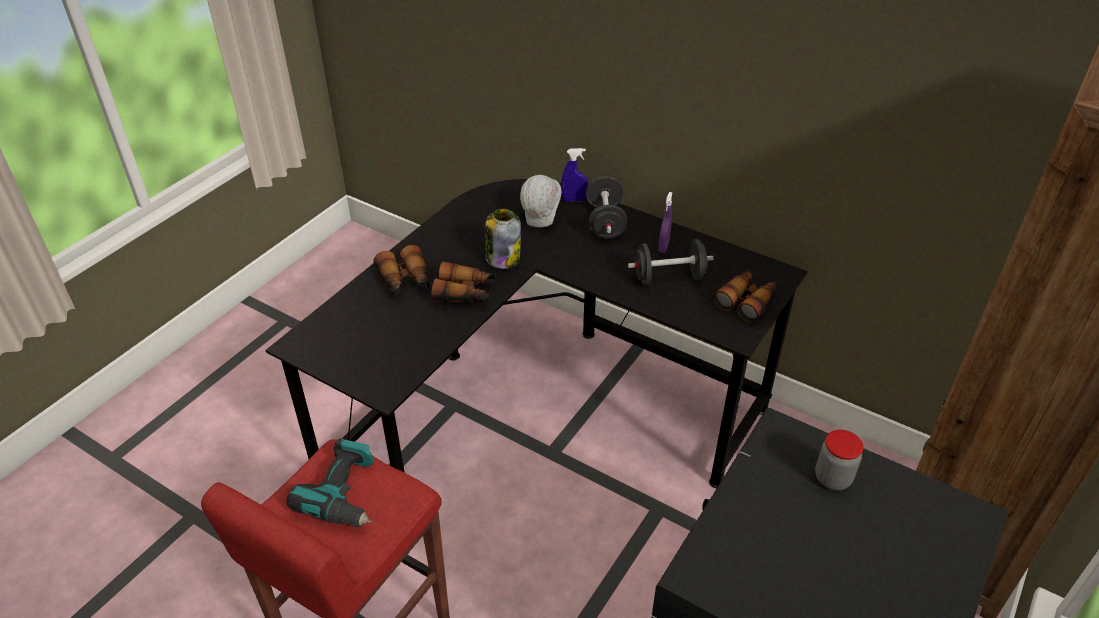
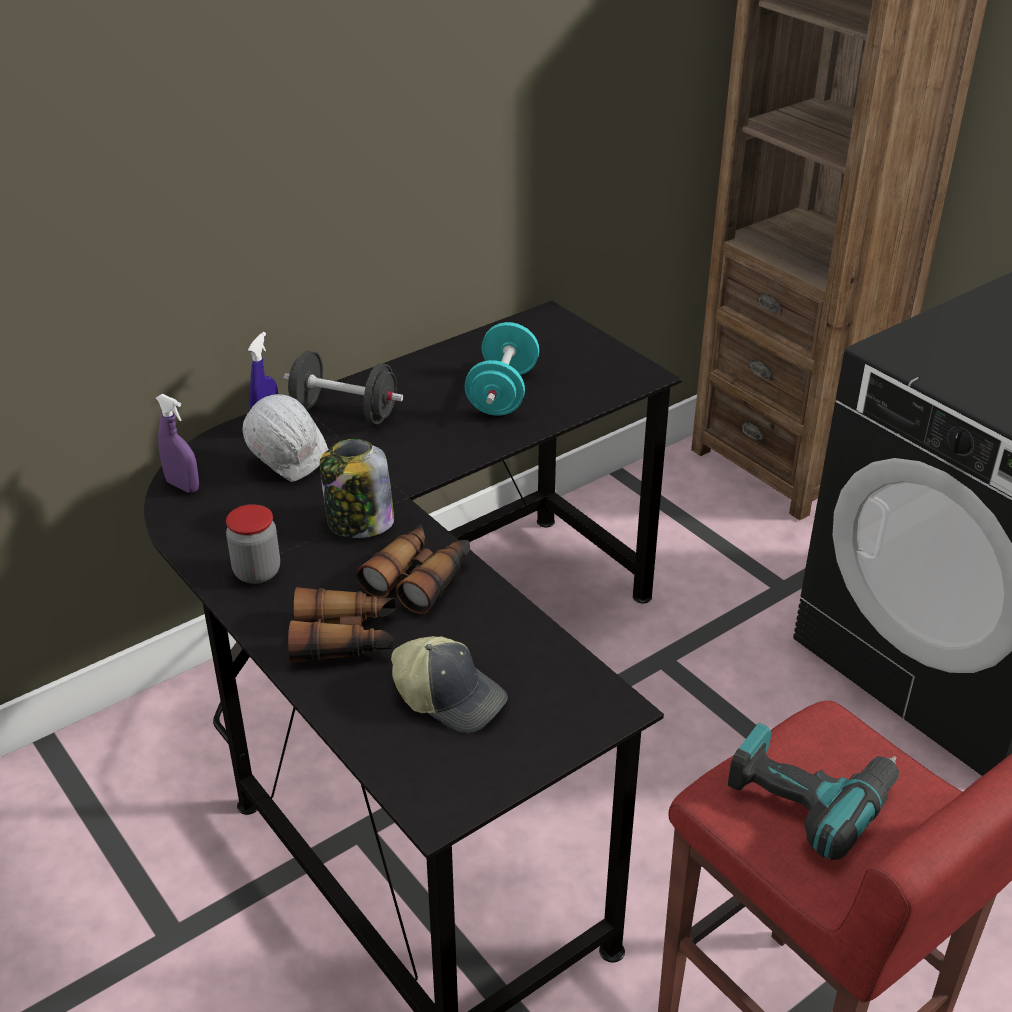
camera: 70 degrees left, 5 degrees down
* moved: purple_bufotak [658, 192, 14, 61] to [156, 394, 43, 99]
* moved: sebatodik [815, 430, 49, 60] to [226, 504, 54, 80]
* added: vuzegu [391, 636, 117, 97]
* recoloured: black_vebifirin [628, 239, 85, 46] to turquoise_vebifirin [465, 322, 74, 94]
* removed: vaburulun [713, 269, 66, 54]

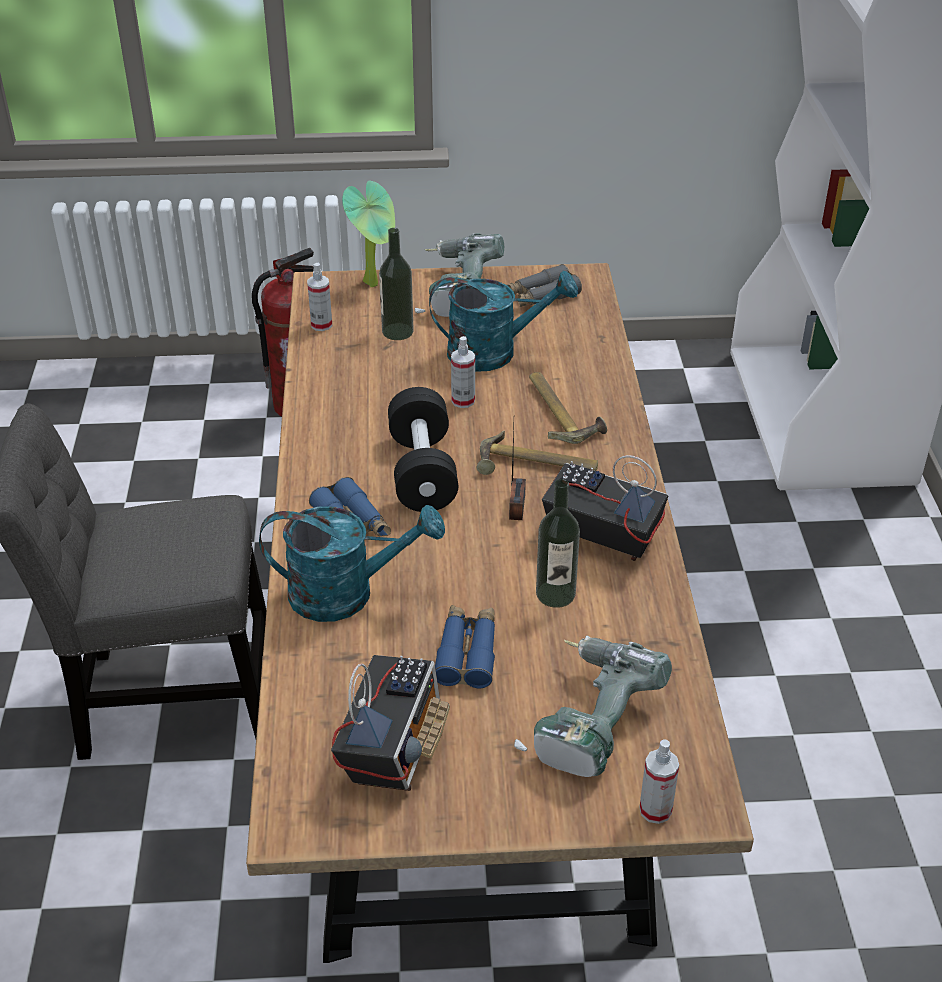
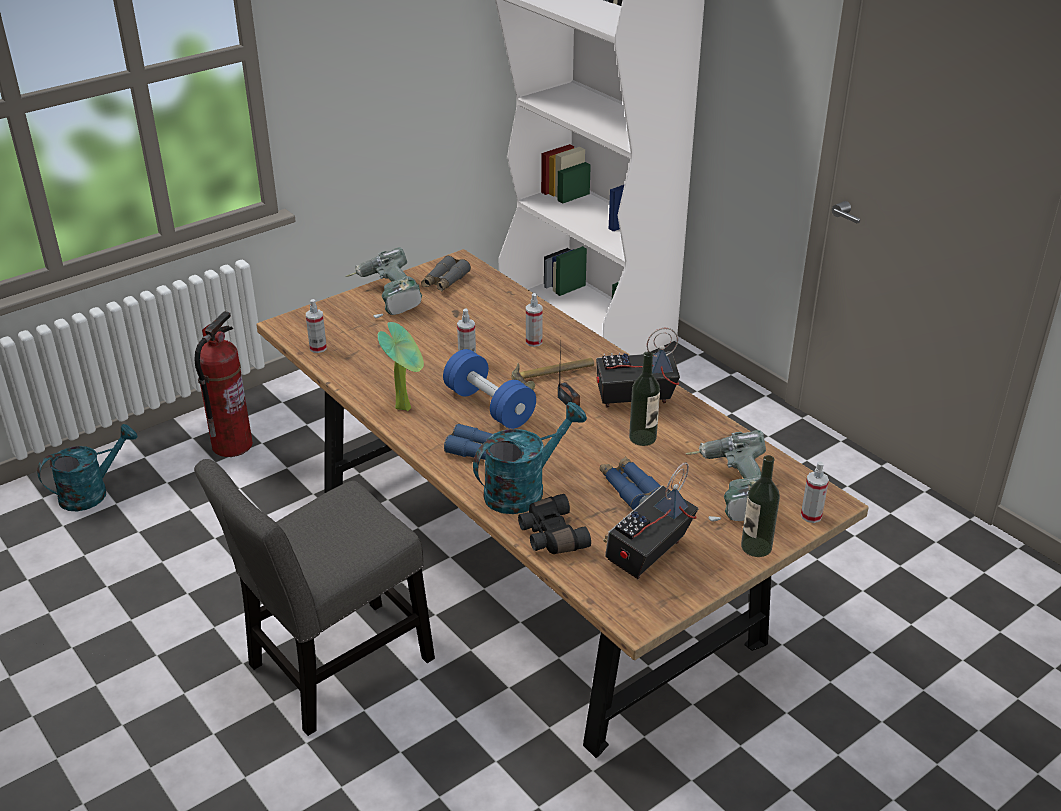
camera: 35 degrees left, 5 degrees down
* moved: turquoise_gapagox [429, 271, 149, 101] to [37, 424, 101, 87]
* moved: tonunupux [342, 181, 53, 106] to [378, 322, 46, 89]
* recoloured: black_vebifirin [388, 387, 70, 125] to blue_vebifirin [443, 349, 93, 80]
* added: black_vaburulun [518, 494, 73, 60]
* replaced: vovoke [529, 372, 78, 72] to bufotak [526, 293, 17, 54]
* turned: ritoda [331, 655, 119, 136] = [603, 463, 95, 116] 120 degrees counterclockwise
* moved: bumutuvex [379, 228, 35, 112] to [741, 455, 39, 102]

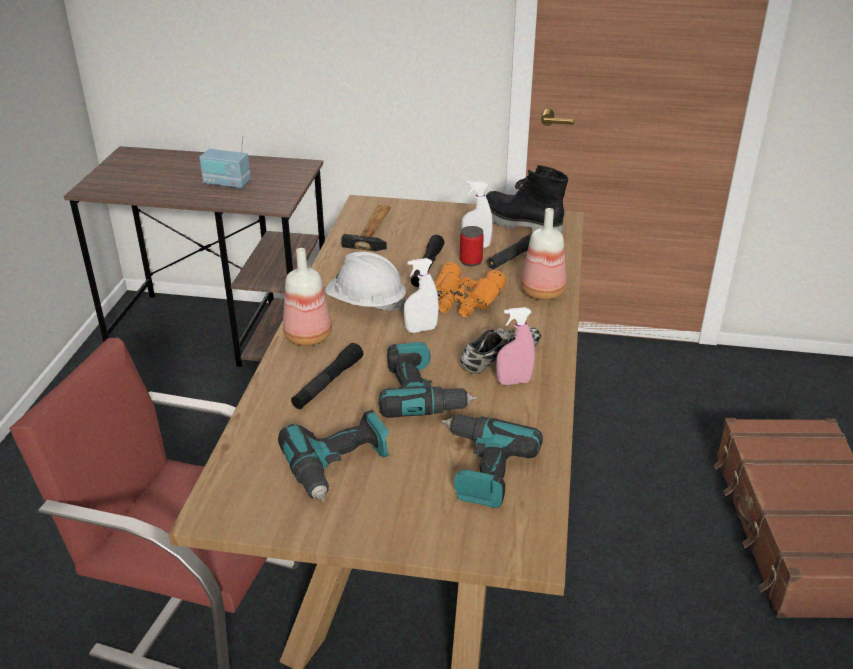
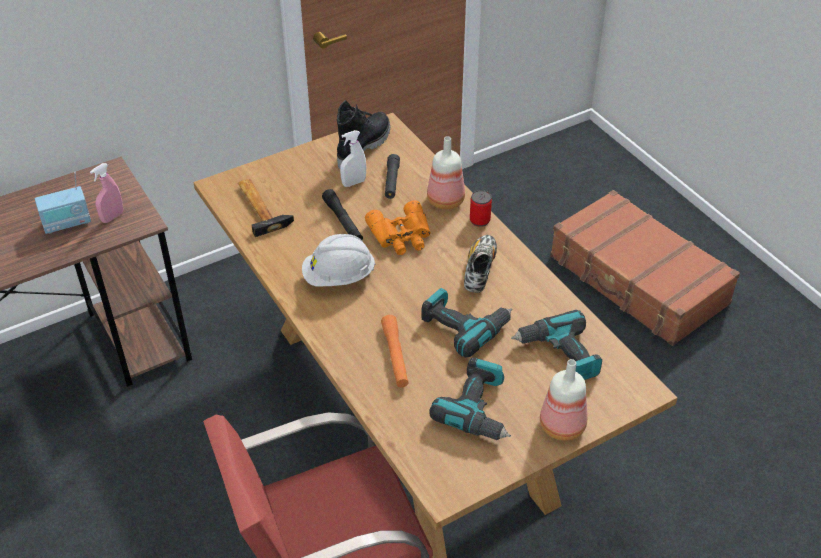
camera: 40 degrees left, 10 degrees up
* moved: pink_bufotak [496, 307, 39, 78] to [90, 163, 33, 60]
* turned: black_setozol [486, 165, 82, 68] = [337, 100, 53, 69] 120 degrees clockwise
* recoloured: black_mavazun [291, 343, 73, 66] to orange_mavazun [381, 315, 28, 72]
* moved: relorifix [460, 226, 24, 40] to [470, 190, 22, 37]
* moved: bumutuvex [283, 248, 49, 98] to [540, 359, 47, 82]
* removed: white_bufotak [404, 258, 35, 75]

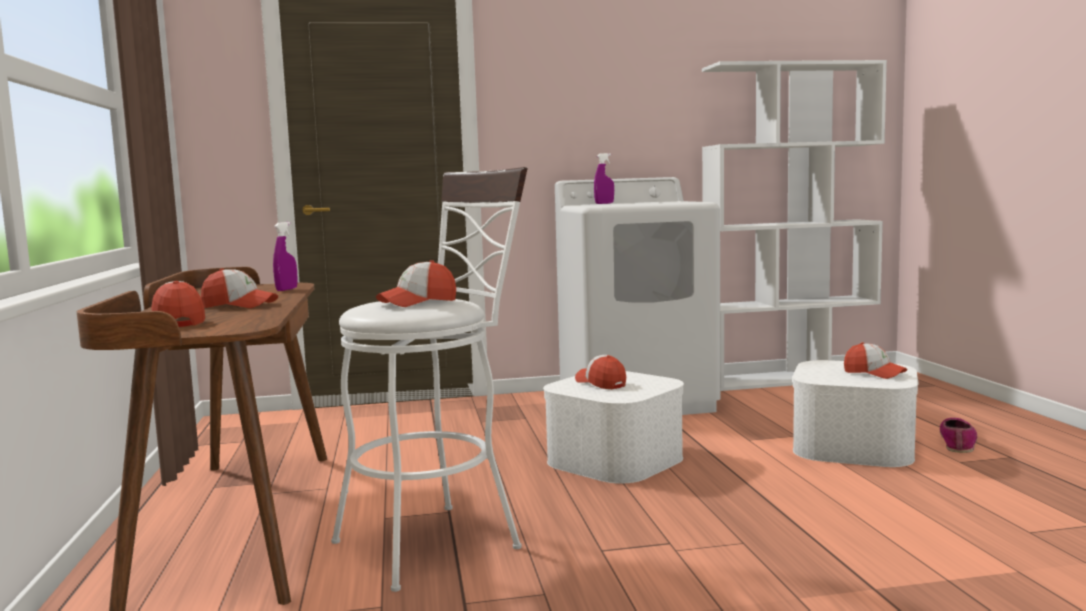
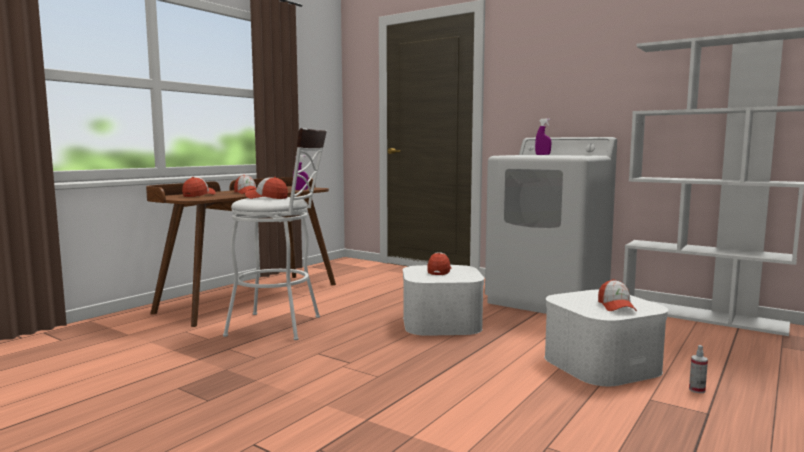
camera: 45 degrees right, 0 degrees up
* replaced: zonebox [940, 418, 37, 35] to bufotak [689, 345, 19, 48]

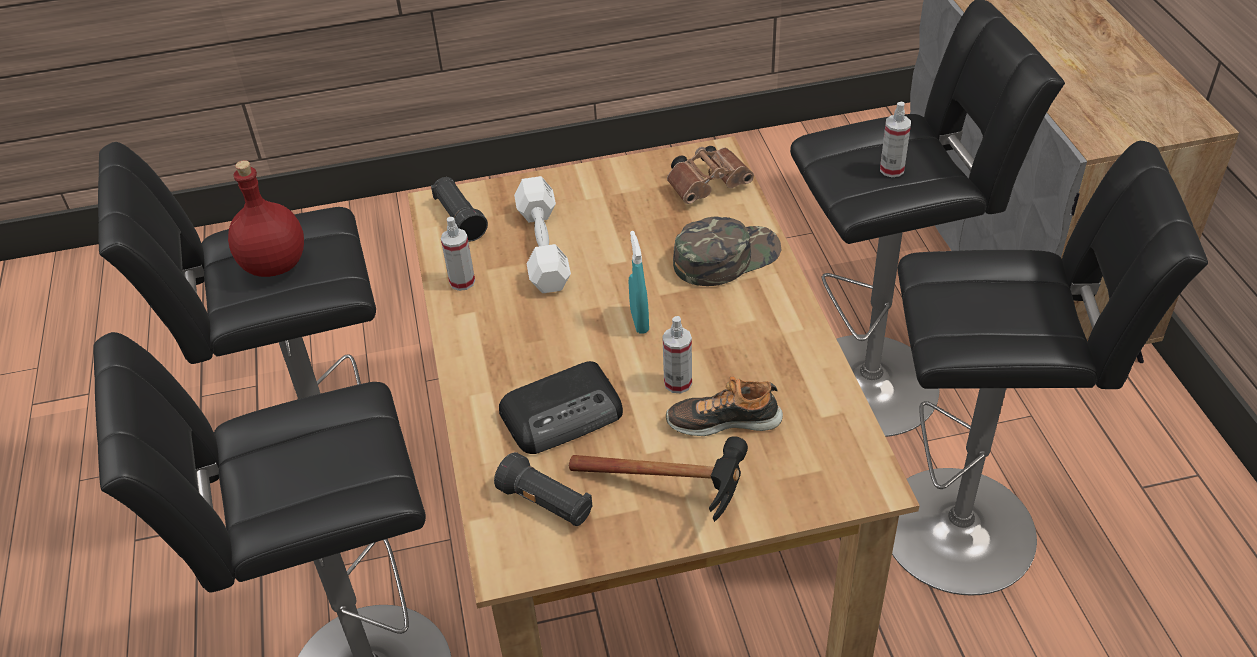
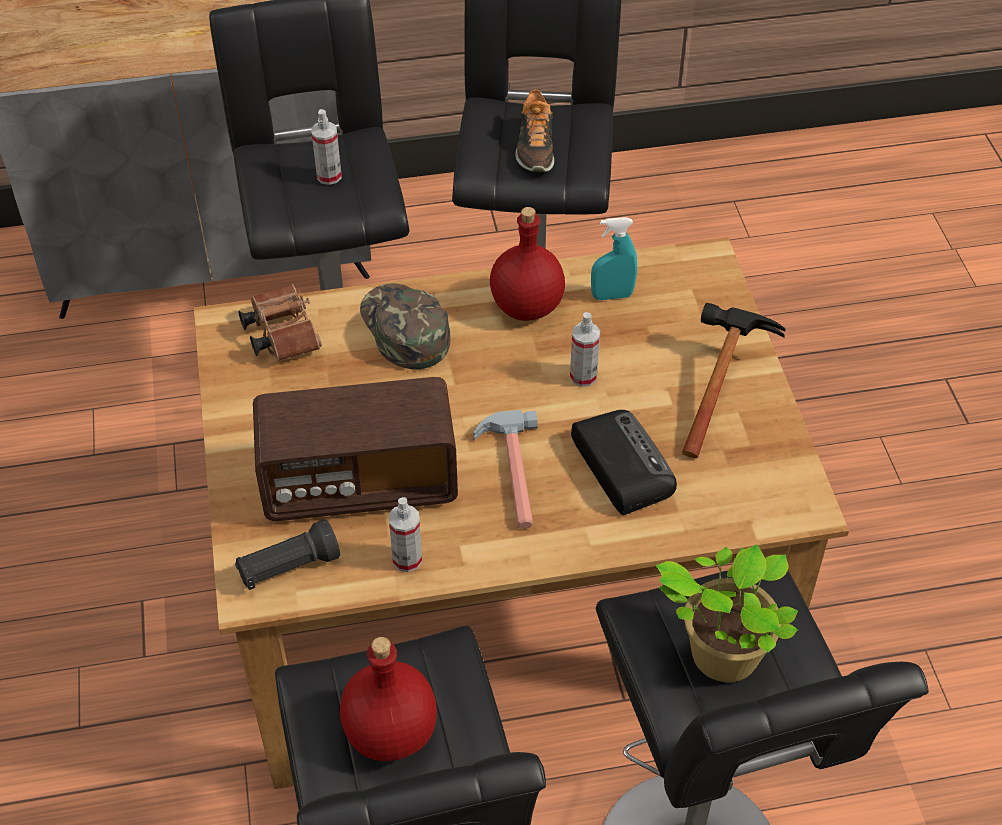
camera: 90 degrees left, 5 degrees up
* replaced: white_vebifirin [514, 176, 57, 117] to ritoda [253, 377, 205, 144]
* added: vovoke [473, 410, 65, 119]
* added: red_bumutuvex [490, 207, 75, 114]
* moved: zonebox [666, 377, 117, 59] to [515, 88, 39, 84]
* moved: turquoise_bufotak [629, 231, 20, 103] to [591, 217, 46, 83]
* added: tonunupux [656, 544, 142, 138]
* removed: black_mavazun [494, 452, 99, 74]

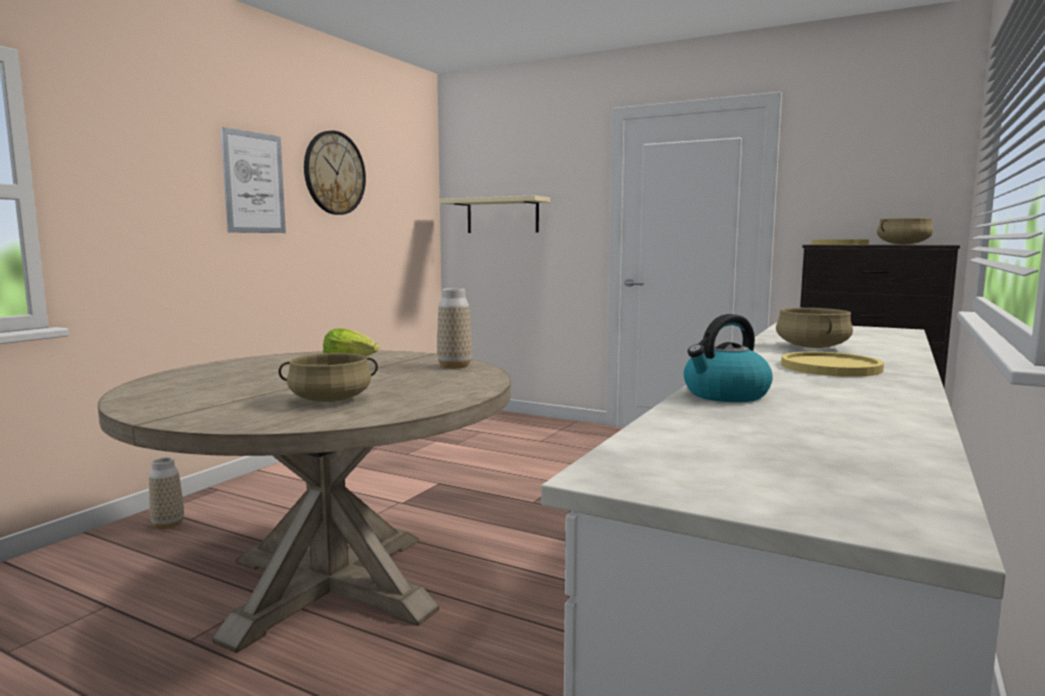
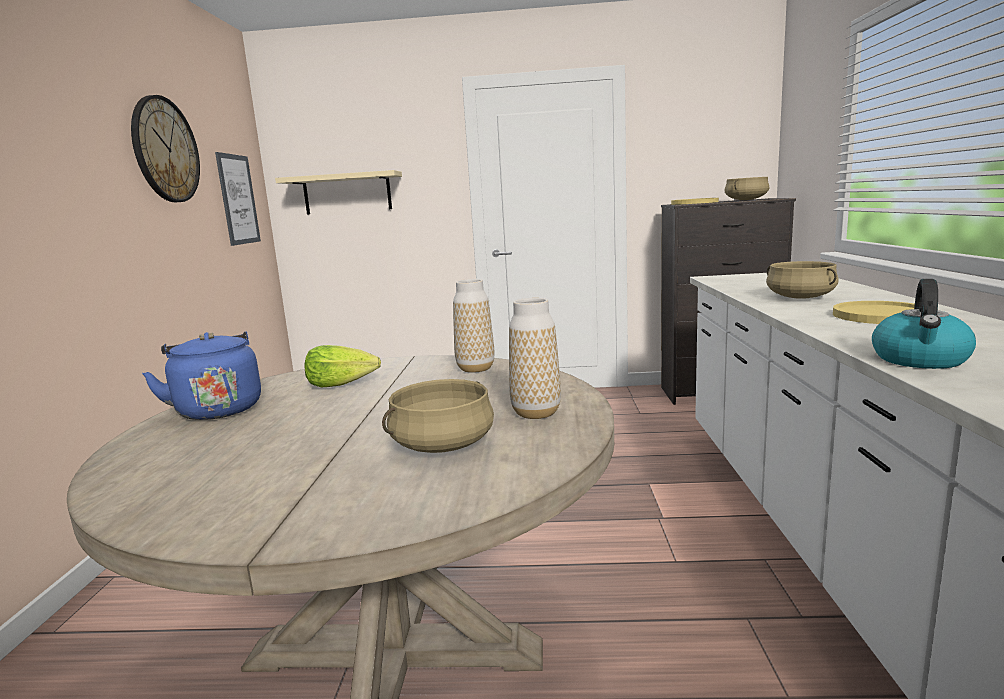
camera: 25 degrees left, 5 degrees up
* added: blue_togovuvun [142, 331, 119, 89]
* moved: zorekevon [221, 127, 65, 106] to [215, 152, 46, 94]
* moved: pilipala [149, 457, 35, 72] to [509, 298, 52, 121]

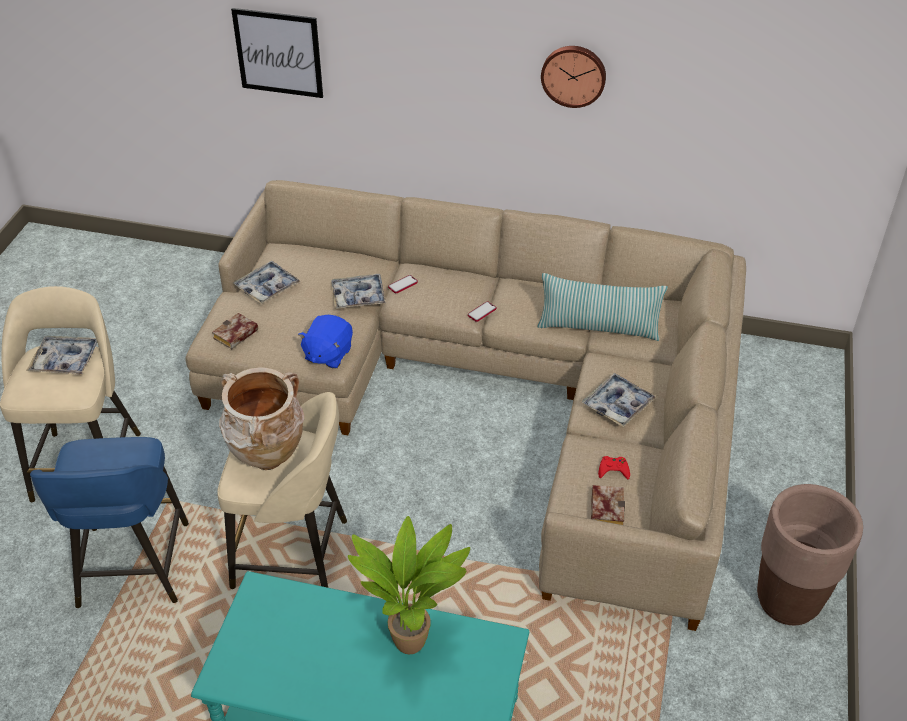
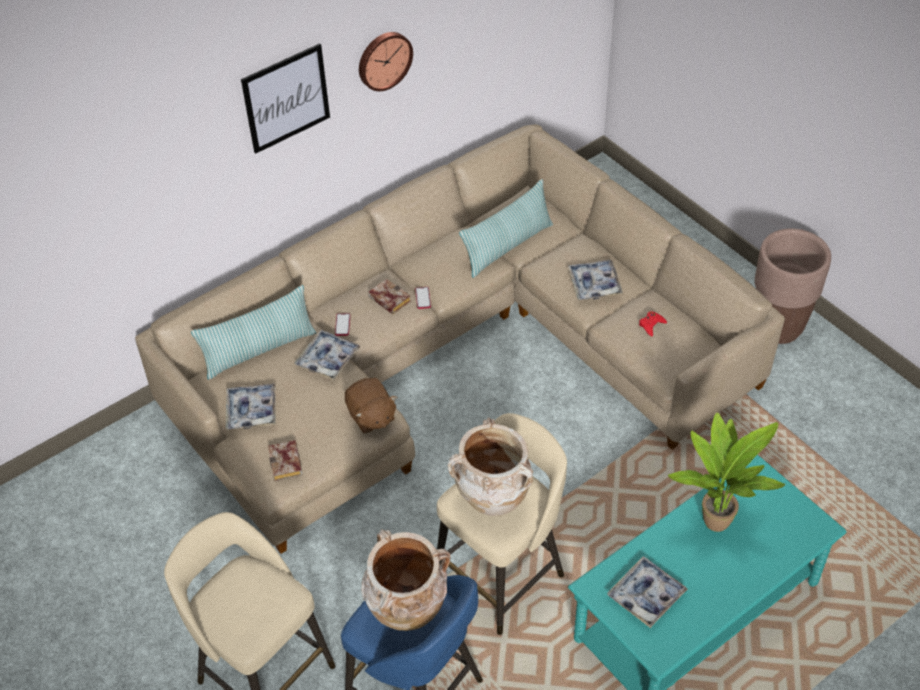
camera: 50 degrees left, 5 degrees up
* added: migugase [191, 285, 125, 95]
* moved: zorekevon [231, 8, 92, 90] to [241, 43, 89, 111]
* recoloured: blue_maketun [298, 315, 55, 54] to brown_maketun [345, 378, 52, 55]
* added: beige_pilipala [362, 529, 88, 102]
* moved: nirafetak [591, 485, 34, 40] to [368, 279, 43, 35]
* moved: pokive [26, 336, 71, 39] to [608, 556, 80, 72]

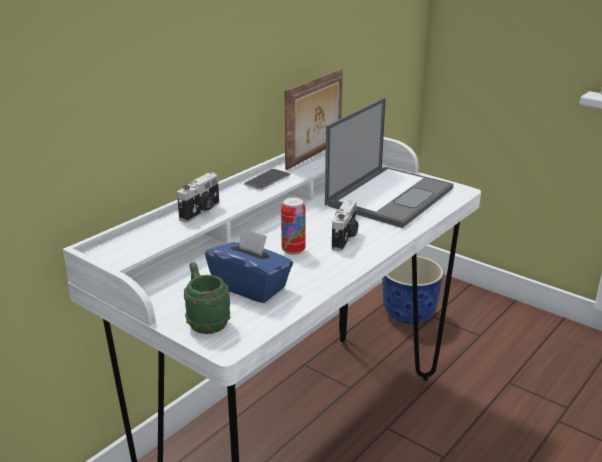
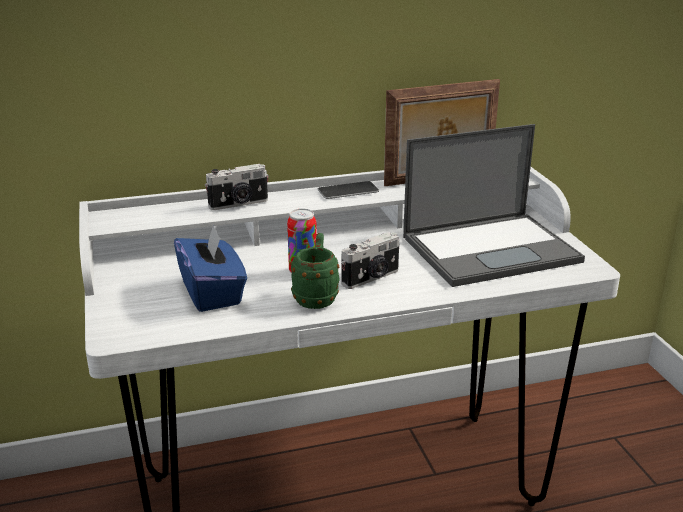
camera: 35 degrees right, 0 degrees up
* moved: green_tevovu [184, 262, 47, 72] to [290, 233, 50, 76]
* removed: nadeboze [382, 256, 62, 68]

